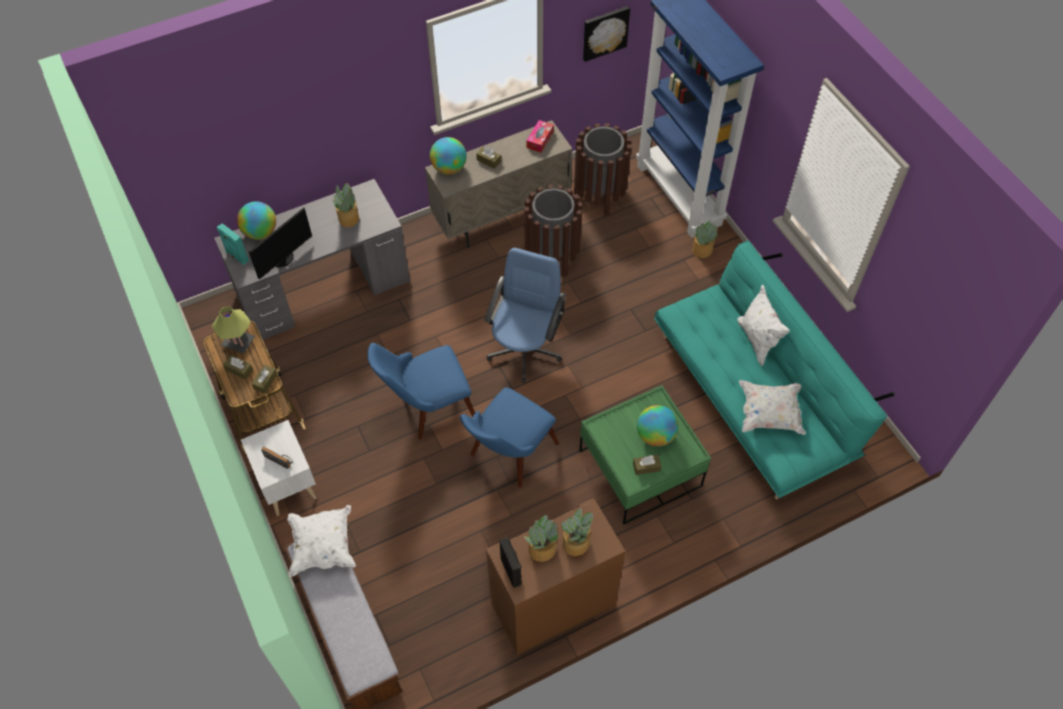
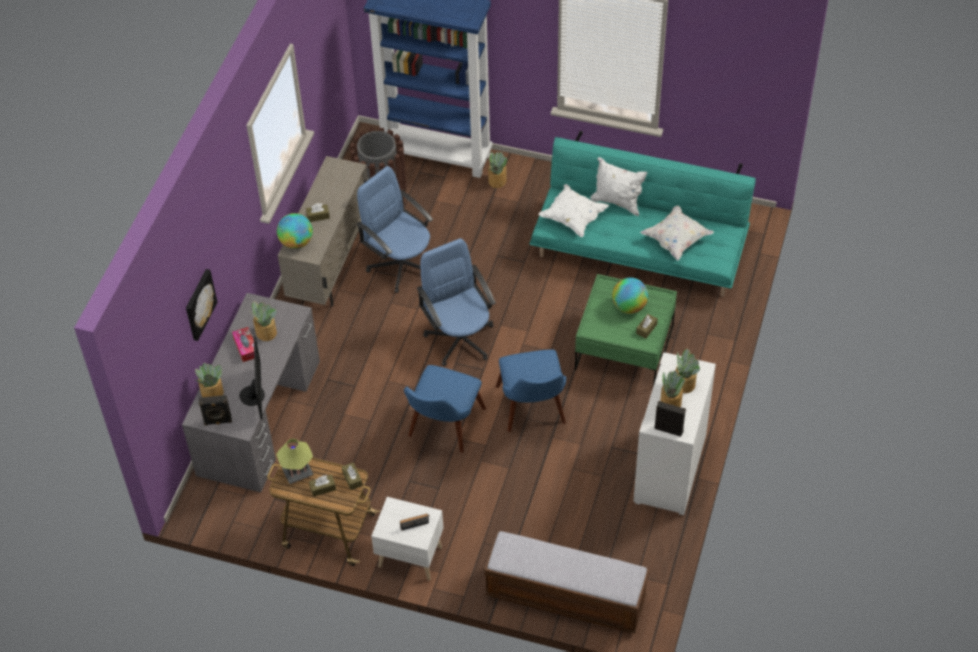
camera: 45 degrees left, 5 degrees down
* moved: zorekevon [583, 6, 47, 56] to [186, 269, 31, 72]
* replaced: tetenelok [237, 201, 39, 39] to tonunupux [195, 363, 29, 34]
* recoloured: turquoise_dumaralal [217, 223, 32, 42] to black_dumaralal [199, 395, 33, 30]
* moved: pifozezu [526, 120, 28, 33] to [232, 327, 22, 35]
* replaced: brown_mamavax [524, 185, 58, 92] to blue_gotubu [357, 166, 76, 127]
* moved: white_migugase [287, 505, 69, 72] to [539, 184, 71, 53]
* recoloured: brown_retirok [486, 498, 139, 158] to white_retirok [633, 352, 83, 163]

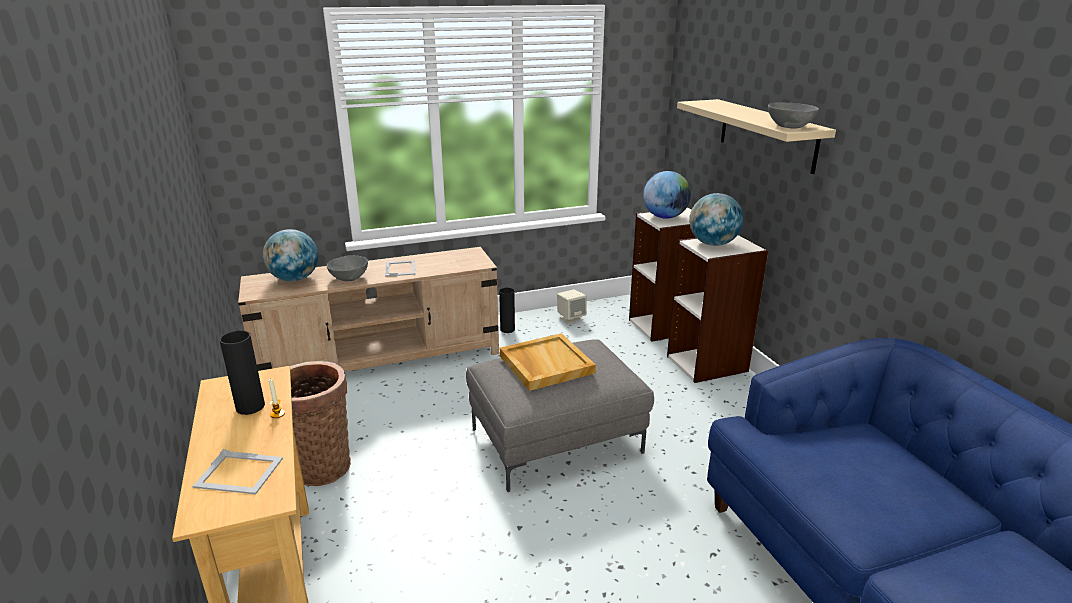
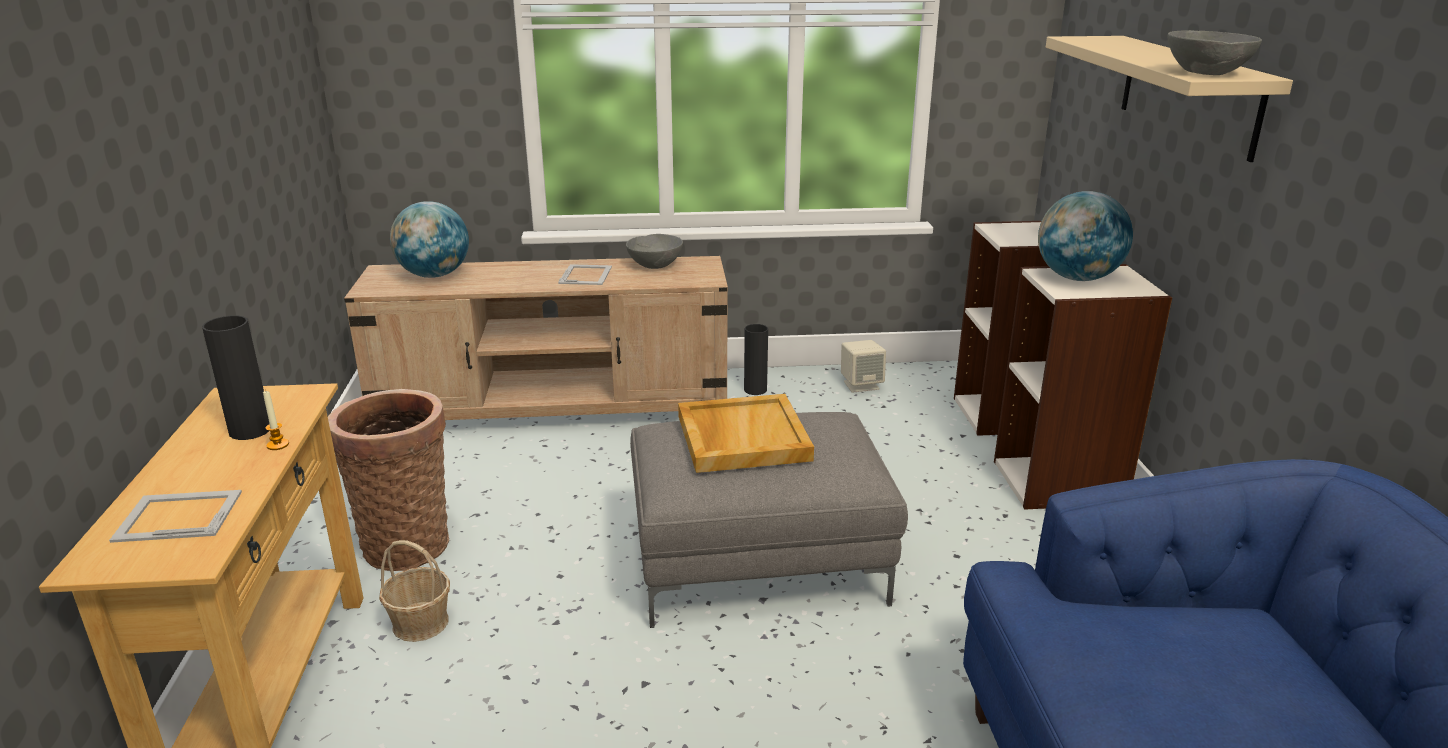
camera: 15 degrees right, 0 degrees up
* turned: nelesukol [192, 449, 91, 45] = [109, 490, 133, 53] 150 degrees clockwise
* added: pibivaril [379, 540, 71, 102]
* moved: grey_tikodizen [327, 255, 41, 26] to [626, 234, 57, 35]
* removed: tetenelok [643, 171, 48, 48]

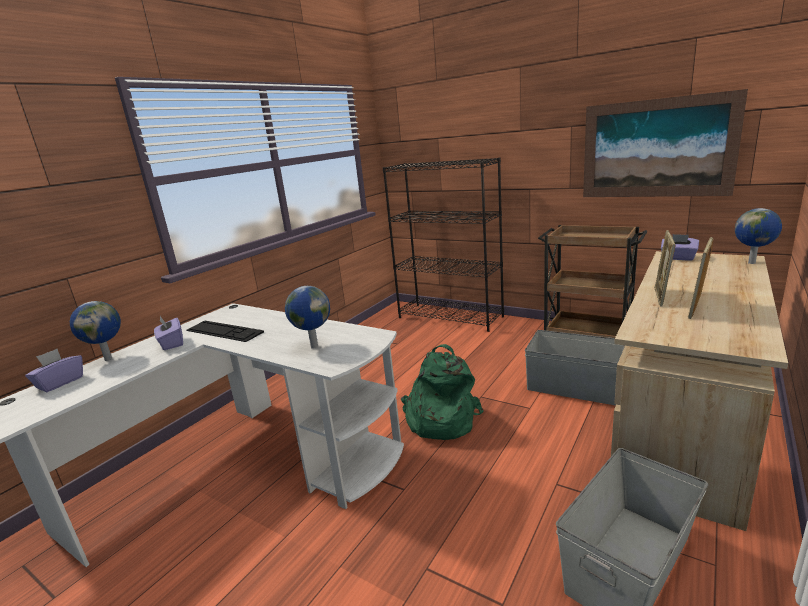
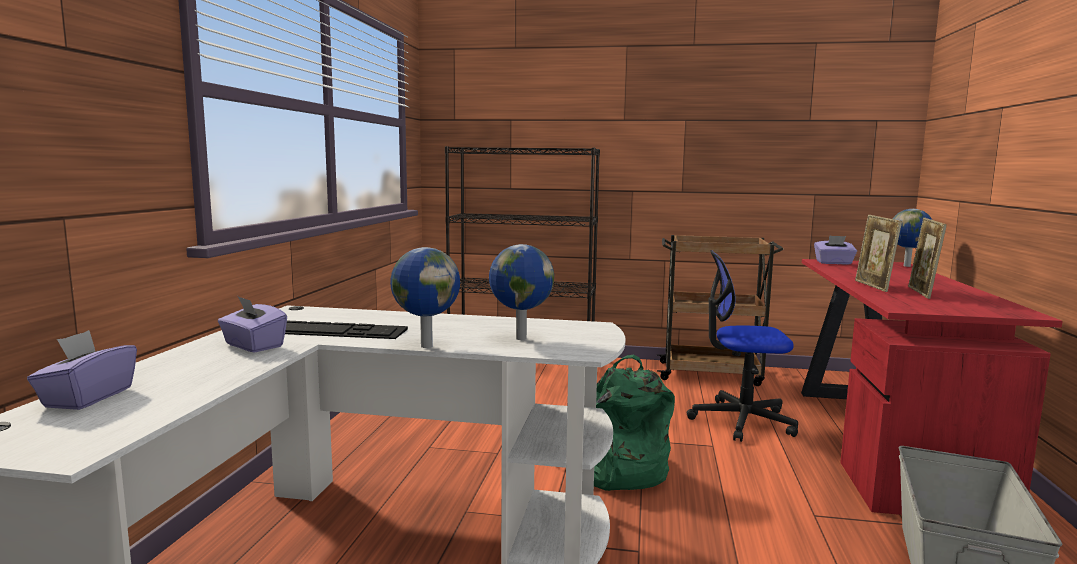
camera: 25 degrees left, 10 degrees down
* moved: tetenelok [70, 301, 51, 60] to [390, 247, 70, 101]
* replaced: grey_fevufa [525, 330, 100, 75] to gotubu [687, 250, 111, 192]
* recoloured: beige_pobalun [611, 251, 177, 280] to red_pobalun [801, 259, 262, 256]
* removed: zorekevon [583, 89, 165, 108]

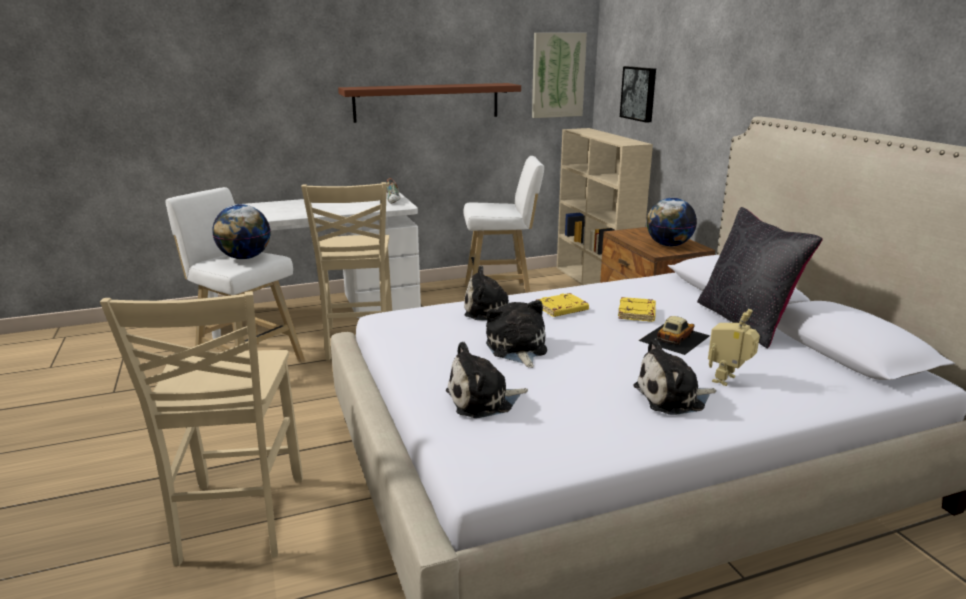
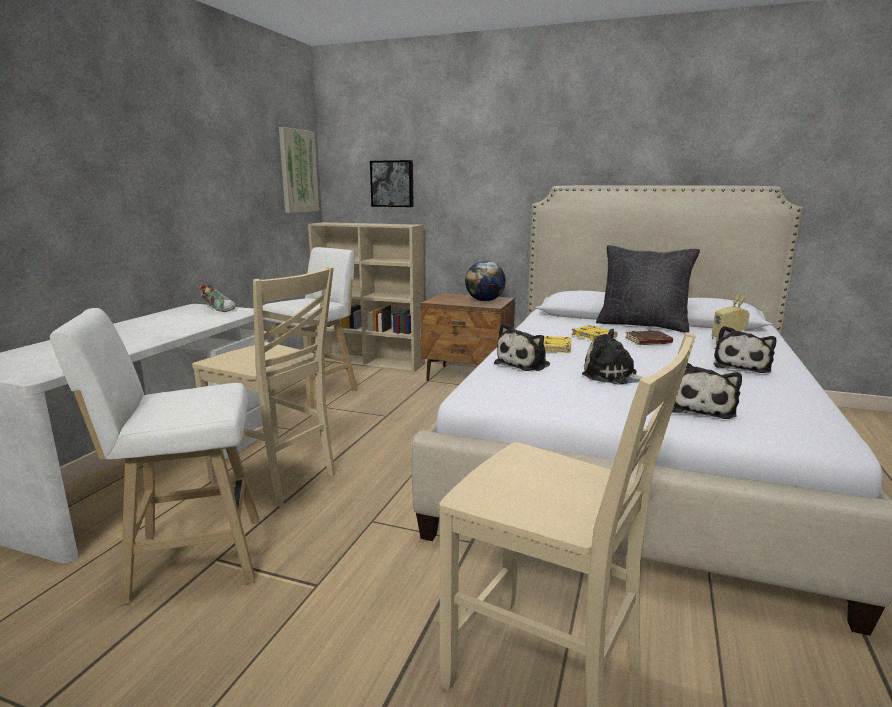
camera: 50 degrees left, 5 degrees down
* replaced: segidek [638, 316, 72, 39] to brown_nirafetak [625, 330, 48, 15]
* removed: tetenelok [212, 204, 59, 55]
* removed: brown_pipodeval [338, 83, 183, 40]

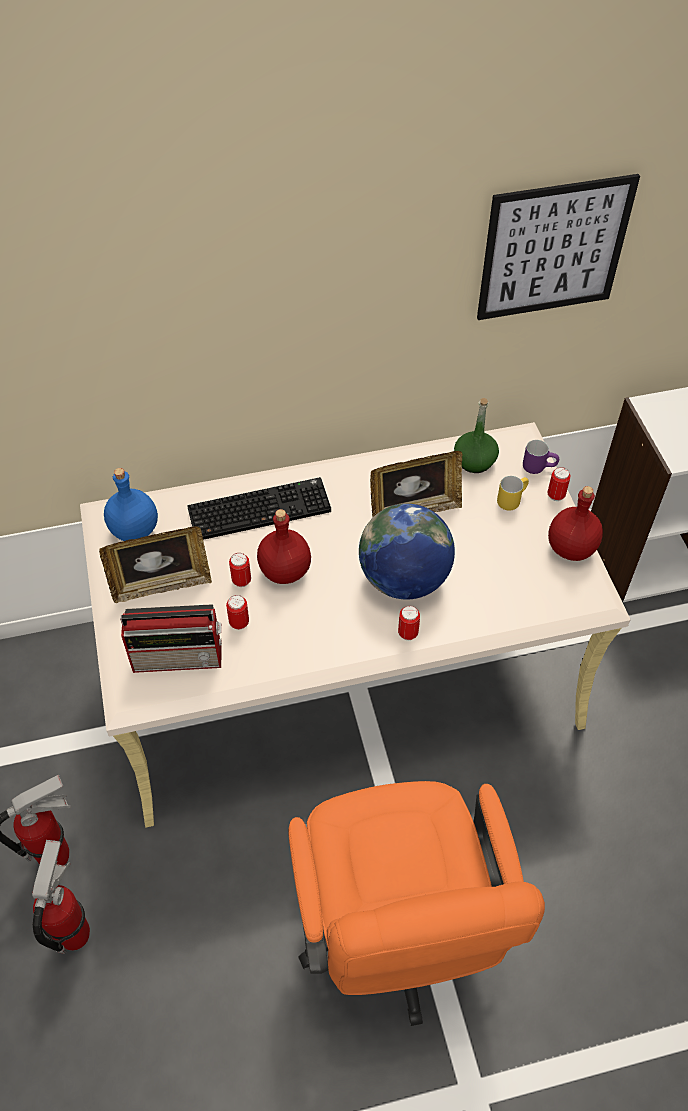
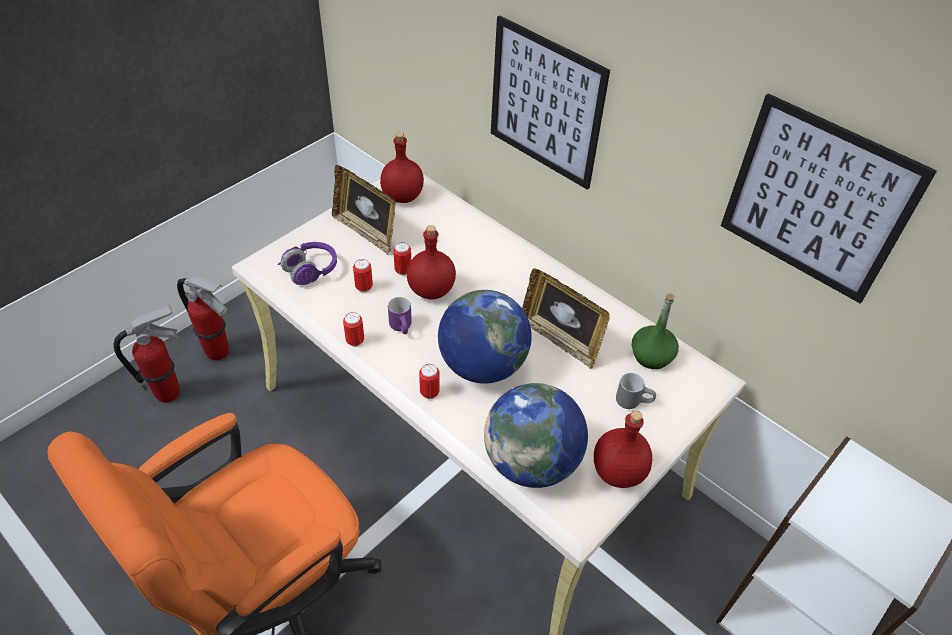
camera: 55 degrees right, 5 degrees down
* replaced: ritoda [120, 604, 102, 69] to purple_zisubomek [278, 242, 59, 43]
* moved: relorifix [548, 467, 23, 34] to [343, 312, 21, 35]
* recoloured: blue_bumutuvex [104, 468, 54, 73] to red_bumutuvex [380, 132, 44, 71]
* moved: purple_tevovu [523, 440, 36, 34] to [388, 297, 24, 37]
* added: tetenelok [484, 383, 104, 105]
* added: zorekevon [491, 16, 119, 174]
* recoloured: yellow_tevovu [497, 476, 32, 35] to grey_tevovu [616, 373, 40, 36]
* removed: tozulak [187, 477, 144, 63]

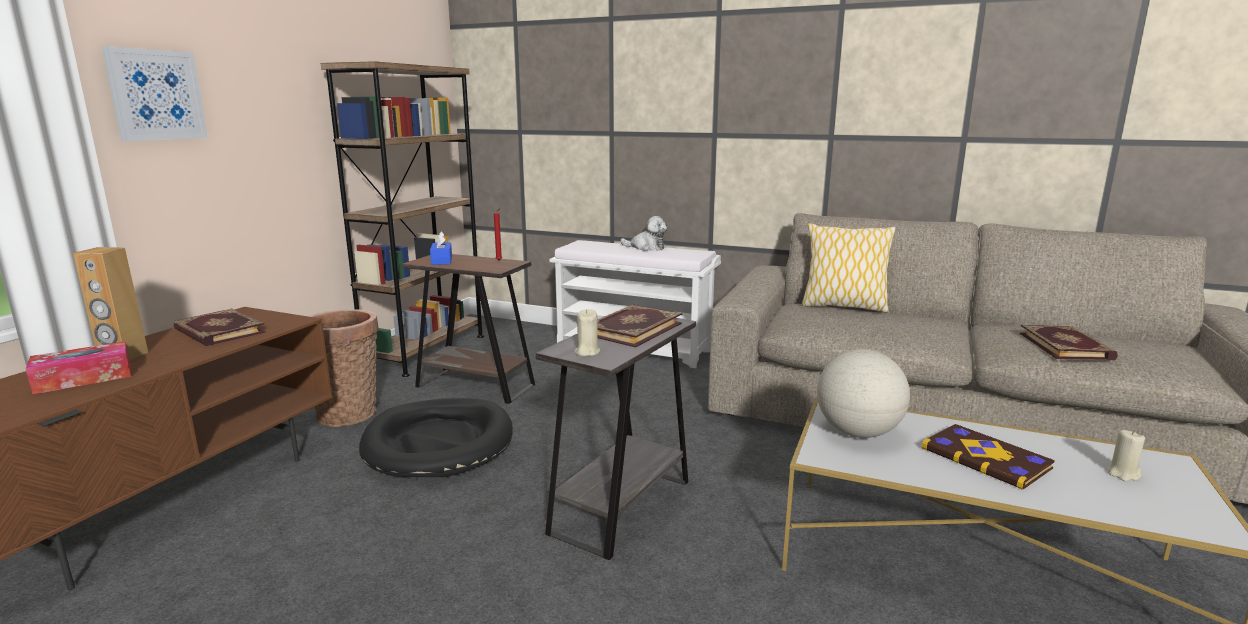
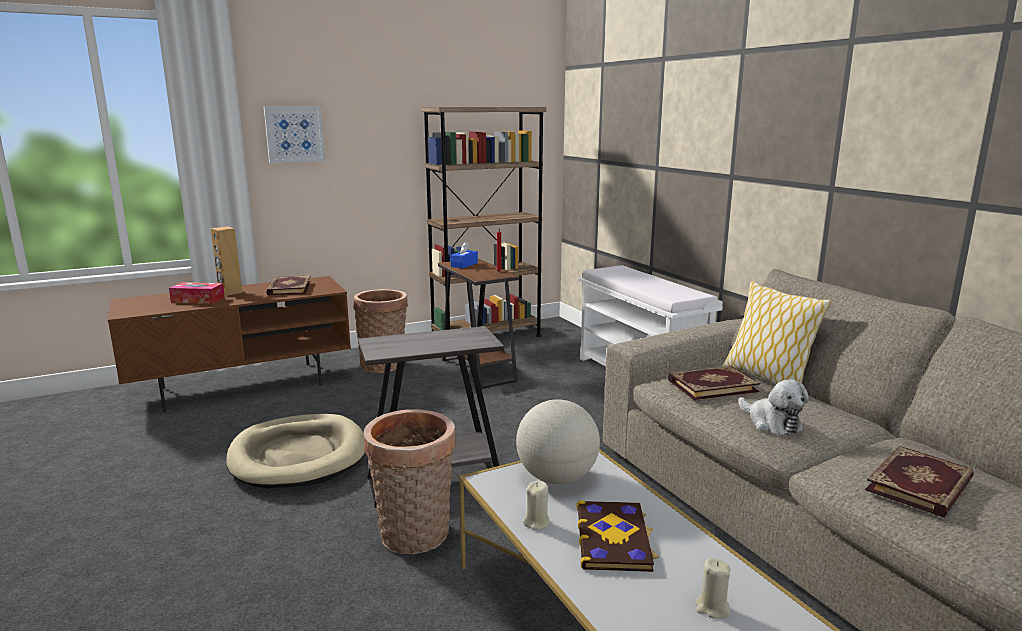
camera: 40 degrees right, 0 degrees up
* added: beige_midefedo [226, 414, 139, 75]
* added: pibivaril [363, 409, 92, 145]
* moved: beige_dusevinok [575, 309, 25, 47] to [523, 480, 27, 50]
* moved: nirafetak [597, 304, 85, 44] to [668, 366, 92, 34]
* moved: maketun [620, 216, 47, 35] to [738, 379, 71, 57]
* removed: black_midefedo [359, 398, 154, 79]

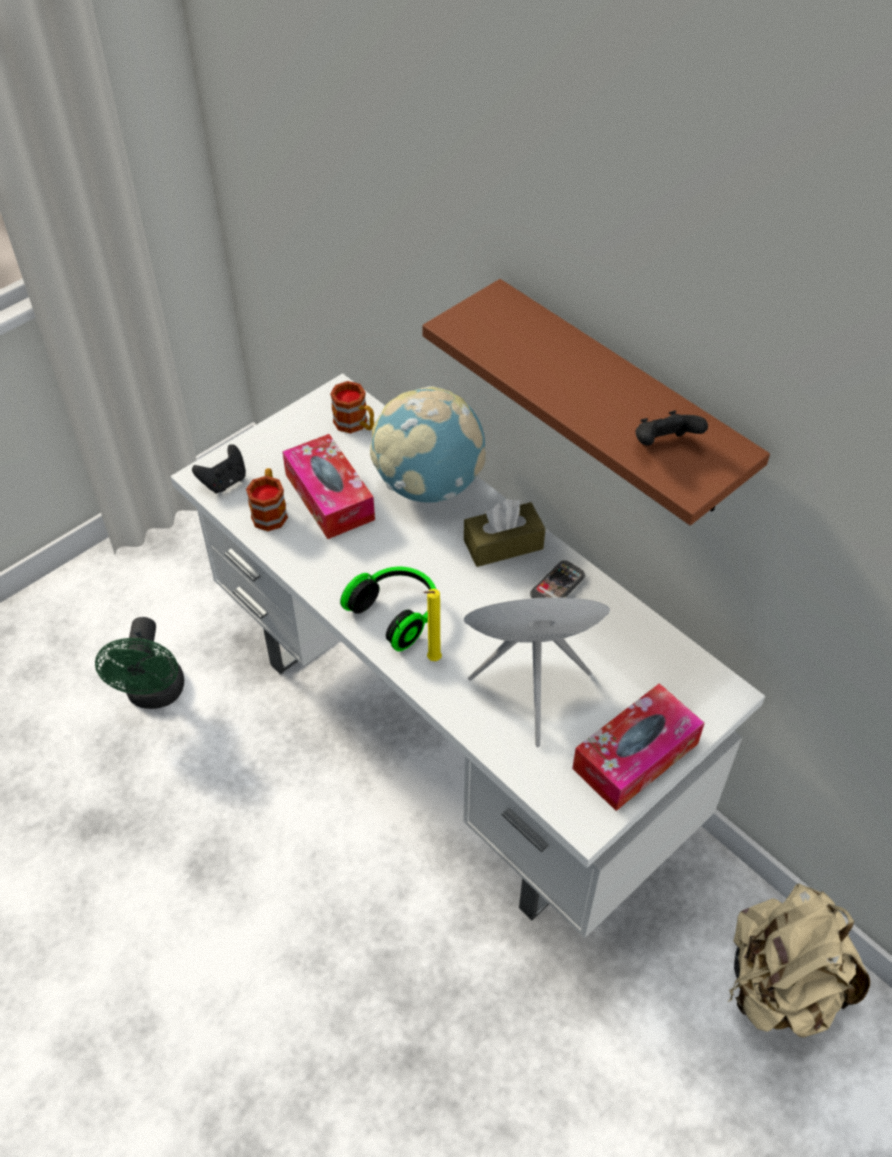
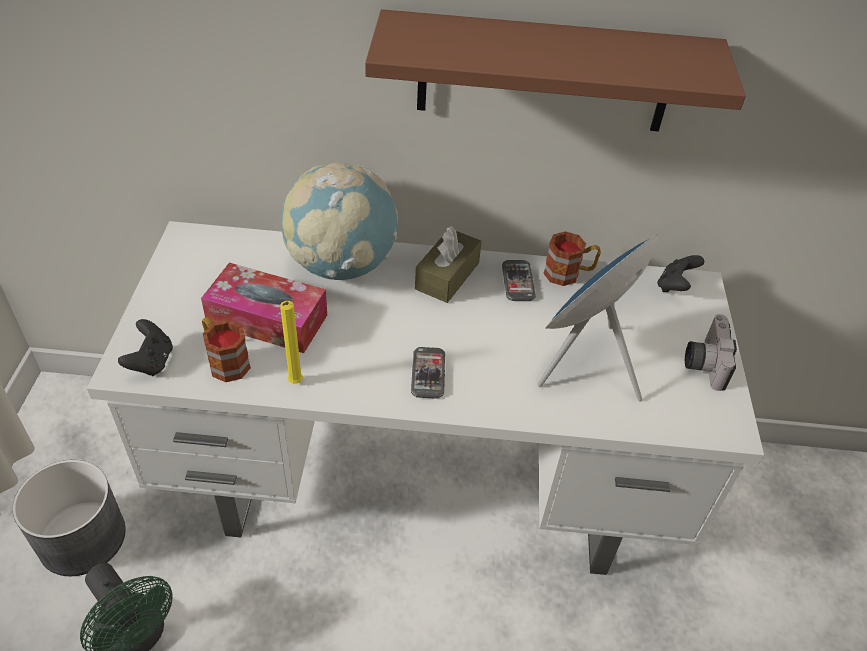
camera: 45 degrees left, 5 degrees down
* added: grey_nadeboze [13, 460, 113, 116]
* moved: yellow_dusevinok [424, 589, 18, 72] to [280, 301, 23, 83]
* replaced: zisubomek [340, 567, 96, 84] to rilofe [411, 347, 34, 52]
* moved: tevovu [330, 381, 44, 52] to [543, 231, 58, 55]
* moved: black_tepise [635, 410, 73, 36] to [657, 255, 47, 37]
* replaced: pifozezu [572, 683, 133, 128] to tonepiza [685, 314, 52, 77]
* removed: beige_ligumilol [728, 883, 142, 155]

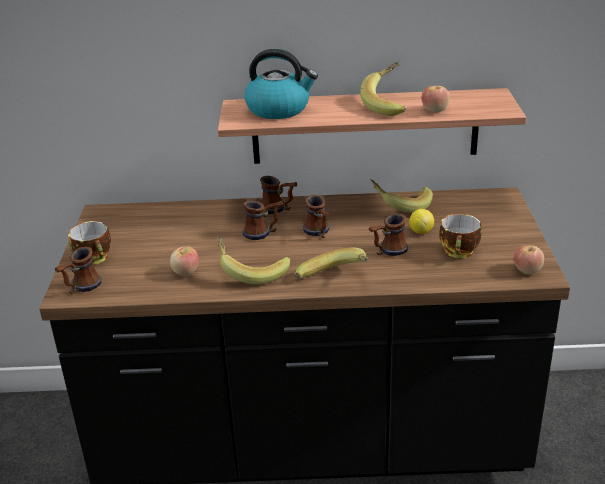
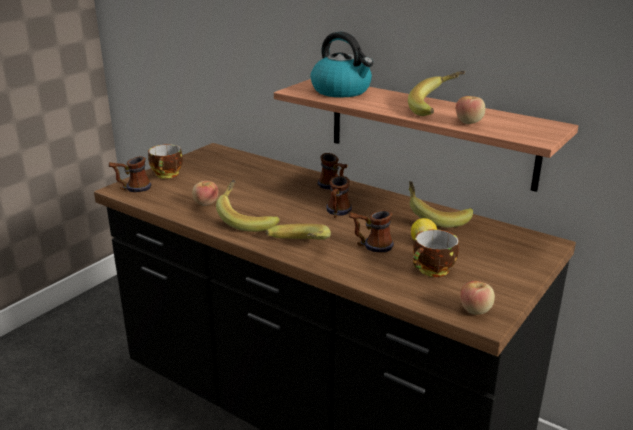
camera: 35 degrees right, 5 degrees down
* removed: tevovu [243, 200, 40, 40]

